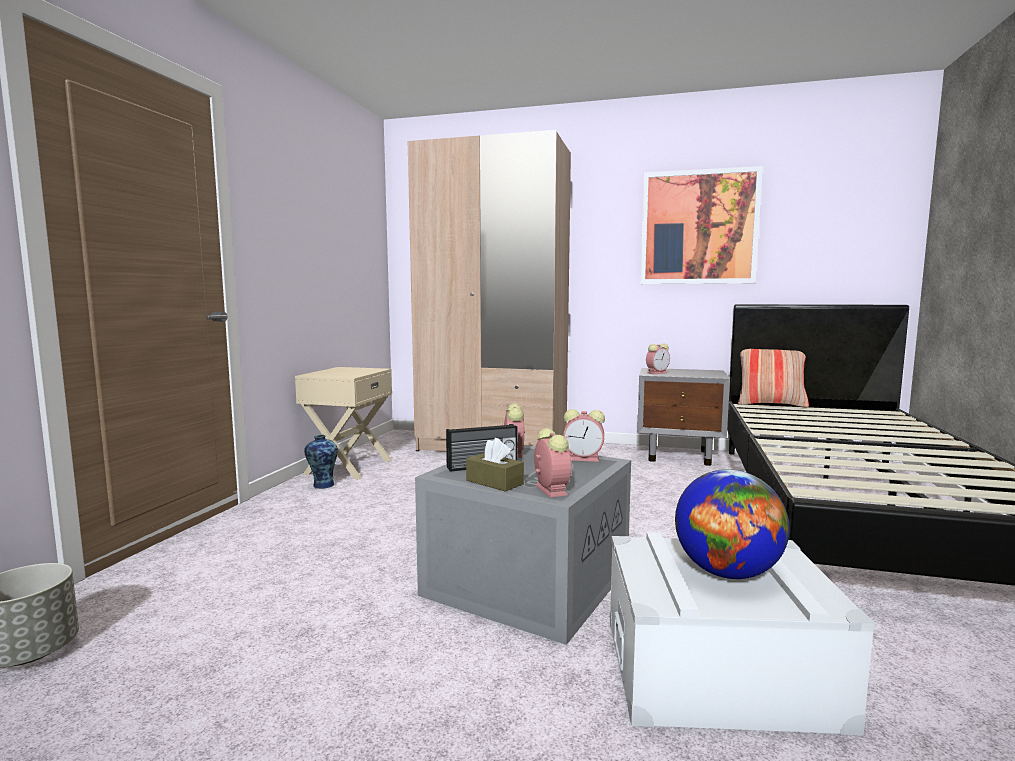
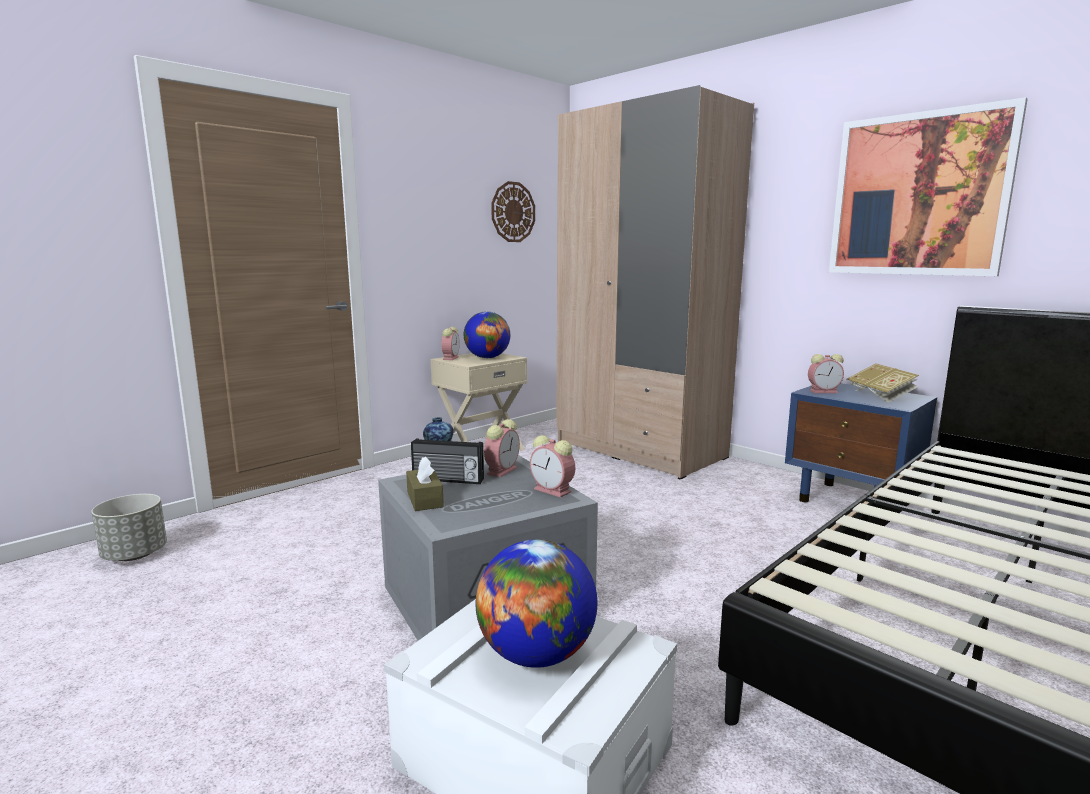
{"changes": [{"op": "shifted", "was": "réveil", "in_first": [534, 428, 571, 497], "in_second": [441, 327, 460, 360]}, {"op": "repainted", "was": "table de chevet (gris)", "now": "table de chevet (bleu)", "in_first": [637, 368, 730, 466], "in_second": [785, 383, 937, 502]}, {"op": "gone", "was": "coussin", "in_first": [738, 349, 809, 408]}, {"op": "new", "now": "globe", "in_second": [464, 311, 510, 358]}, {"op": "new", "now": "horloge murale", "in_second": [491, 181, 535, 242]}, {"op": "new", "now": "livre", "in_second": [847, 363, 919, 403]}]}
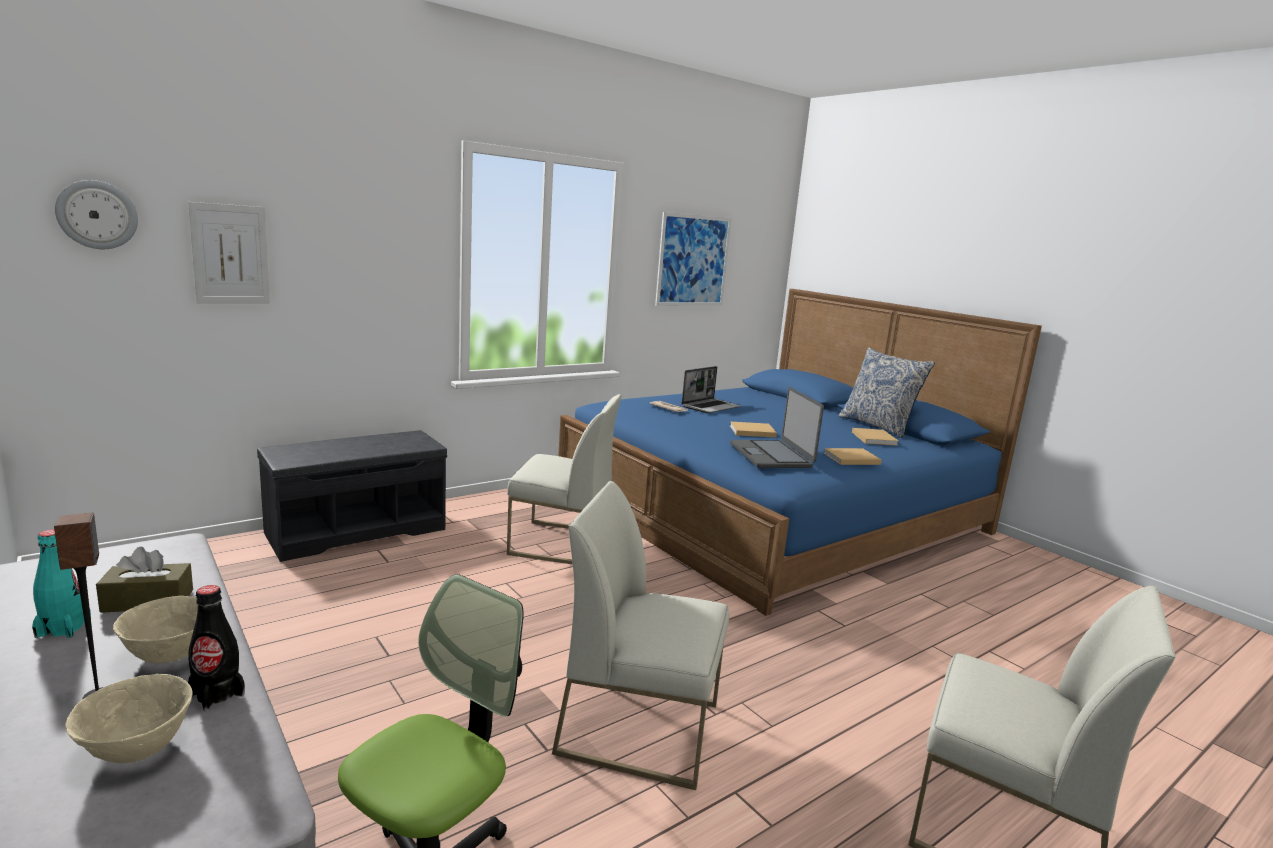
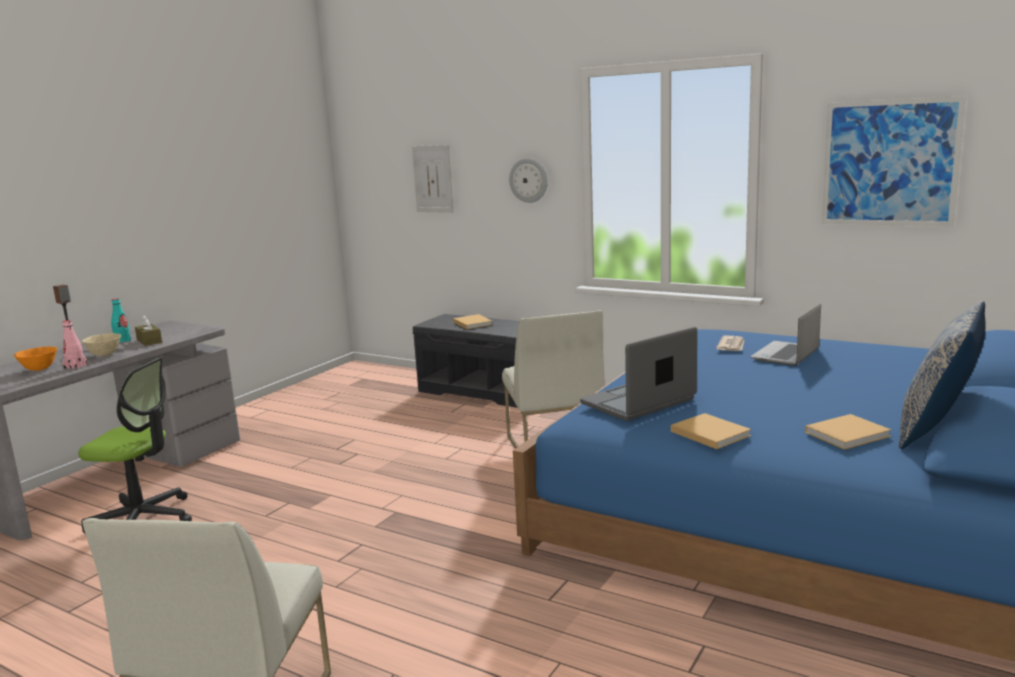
{"changes": [{"op": "shifted", "was": "horloge murale", "in_first": [55, 180, 138, 249], "in_second": [509, 158, 548, 203]}, {"op": "repainted", "was": "bol (beige)", "now": "bol (orange)", "in_first": [65, 674, 192, 763], "in_second": [14, 346, 57, 371]}, {"op": "repainted", "was": "bouteille (noir)", "now": "bouteille (rose)", "in_first": [188, 585, 245, 711], "in_second": [62, 320, 87, 370]}, {"op": "gone", "was": "chaise (blanc)", "in_first": [552, 481, 729, 790]}, {"op": "rotated", "was": "ordinateur portable", "in_first": [682, 366, 741, 413], "in_second": [751, 304, 821, 366], "clockwise": 105}, {"op": "shifted", "was": "livre (beige)", "in_first": [730, 421, 777, 437], "in_second": [453, 314, 493, 329]}]}
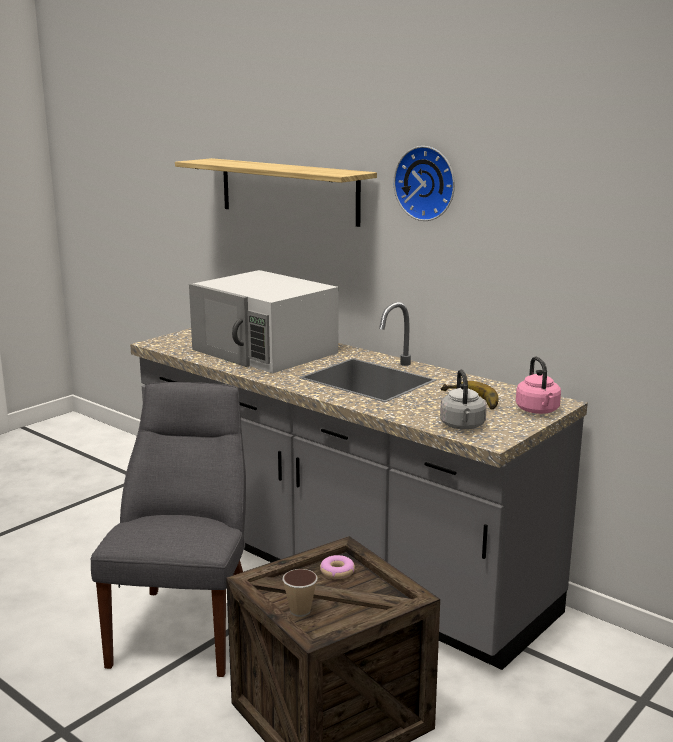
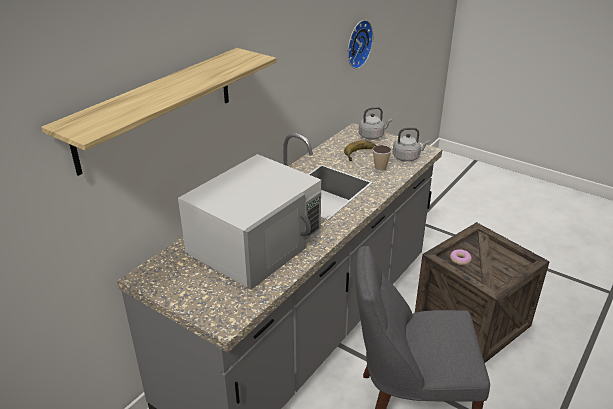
{"changes": [{"op": "shifted", "was": "tasse", "in_first": [282, 569, 317, 617], "in_second": [372, 145, 392, 171]}, {"op": "shifted", "was": "horloge murale", "in_first": [393, 146, 455, 221], "in_second": [348, 20, 373, 69]}, {"op": "repainted", "was": "bouilloire (rose)", "now": "bouilloire (gris)", "in_first": [516, 356, 561, 414], "in_second": [359, 107, 392, 139]}]}
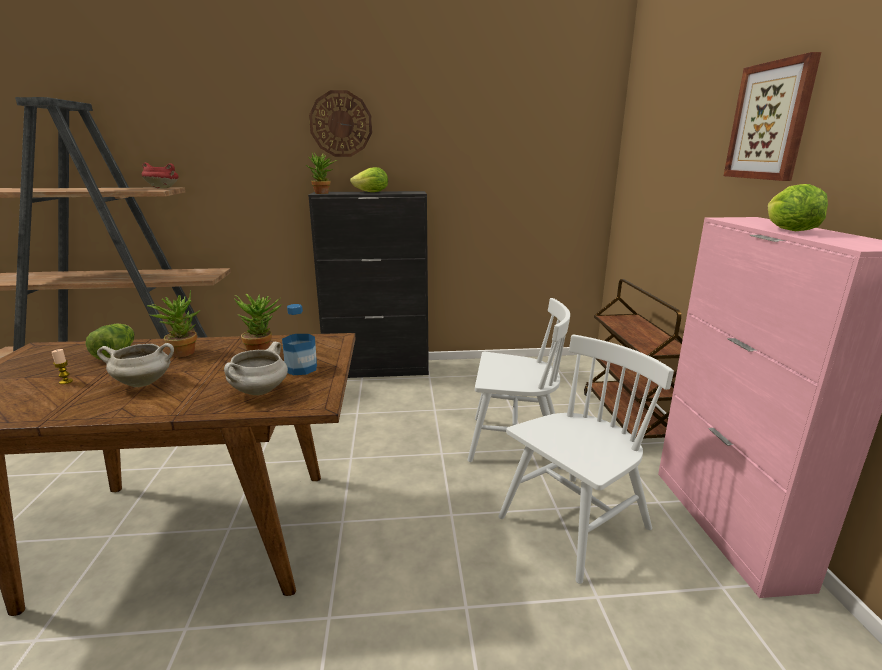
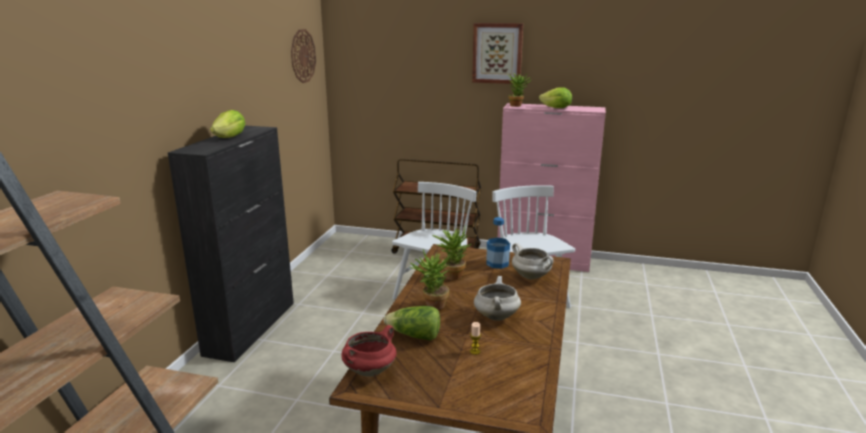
{"changes": [{"op": "shifted", "was": "marmite (rouge)", "in_first": [142, 163, 179, 189], "in_second": [341, 325, 396, 377]}, {"op": "shifted", "was": "plante en pot", "in_first": [306, 153, 337, 194], "in_second": [507, 73, 531, 107]}, {"op": "shifted", "was": "horloge murale", "in_first": [309, 90, 372, 157], "in_second": [291, 29, 316, 83]}]}
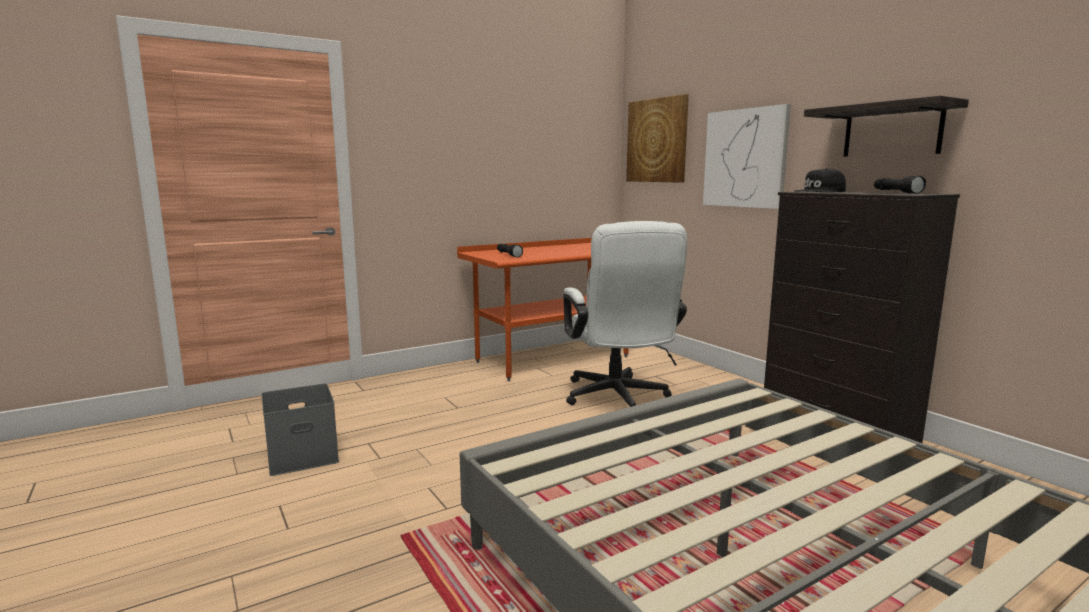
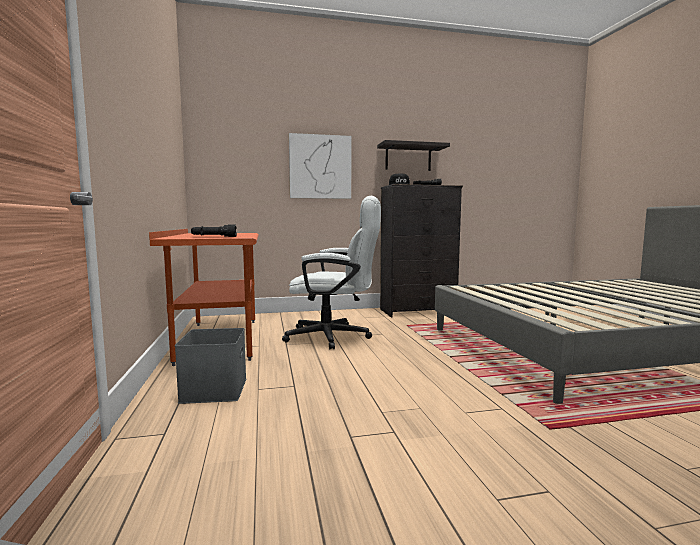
{"changes": [{"op": "shifted", "was": "boîte de rangement (gris)", "in_first": [262, 383, 339, 476], "in_second": [175, 328, 247, 404]}, {"op": "gone", "was": "tableau", "in_first": [626, 94, 689, 183]}]}
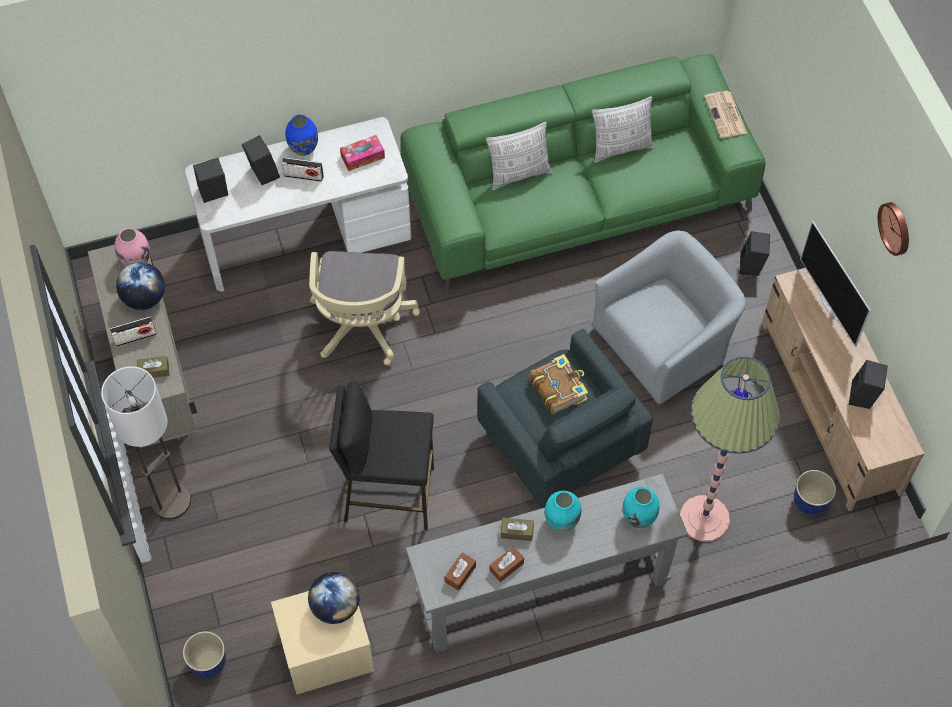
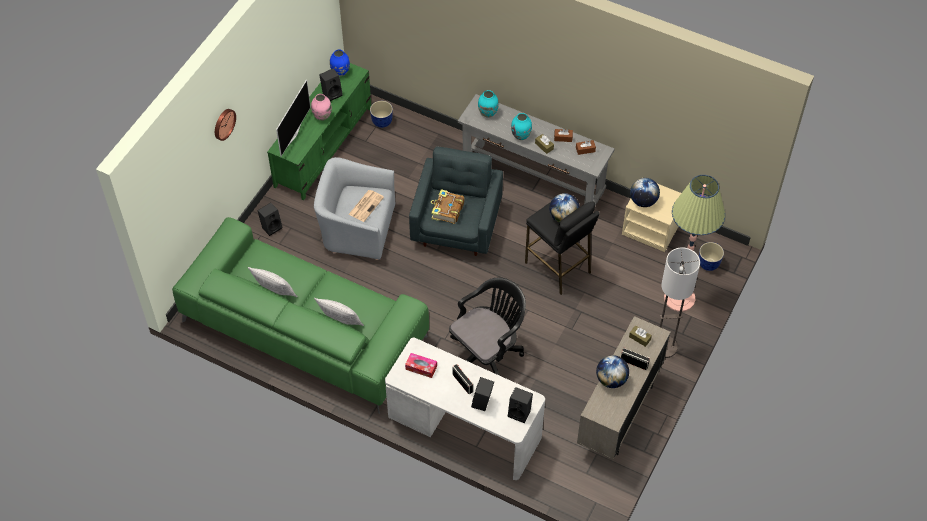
{"changes": [{"op": "shifted", "was": "vase (rose)", "in_first": [115, 228, 150, 266], "in_second": [311, 94, 332, 121]}, {"op": "shifted", "was": "vase (bleu)", "in_first": [286, 115, 318, 156], "in_second": [330, 49, 350, 76]}, {"op": "repainted", "was": "chaise de bureau (beige)", "now": "chaise de bureau (noir)", "in_first": [309, 251, 420, 365], "in_second": [449, 278, 526, 376]}, {"op": "shifted", "was": "lampadaire", "in_first": [680, 356, 780, 542], "in_second": [664, 175, 725, 312]}, {"op": "shifted", "was": "journal", "in_first": [704, 91, 747, 138], "in_second": [348, 190, 384, 222]}, {"op": "repainted", "was": "meuble télé (beige)", "now": "meuble télé (vert)", "in_first": [762, 268, 925, 511], "in_second": [267, 63, 371, 201]}, {"op": "shifted", "was": "horloge murale", "in_first": [878, 202, 909, 256], "in_second": [215, 109, 236, 141]}, {"op": "new", "now": "globe", "in_second": [549, 193, 580, 223]}]}
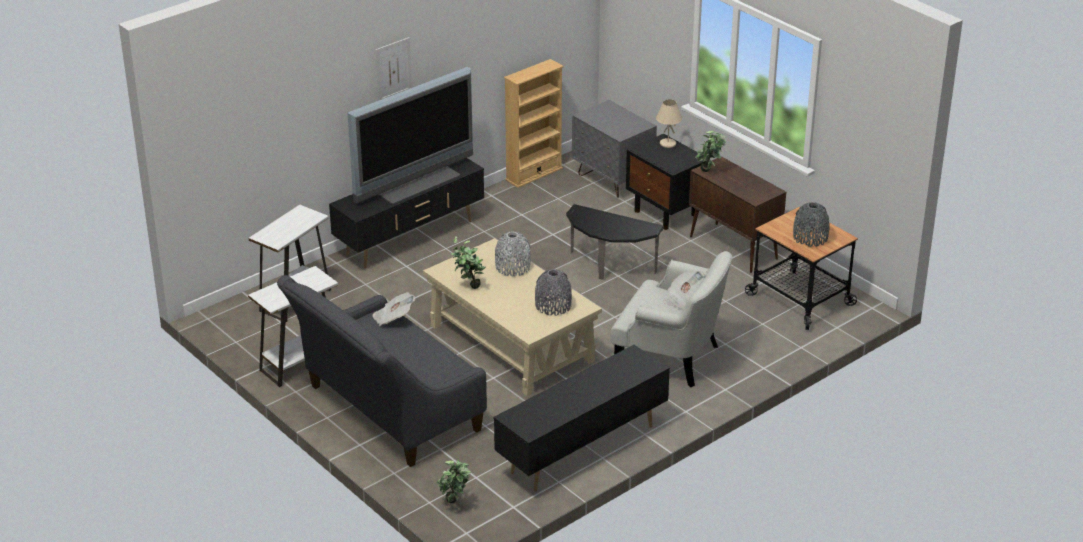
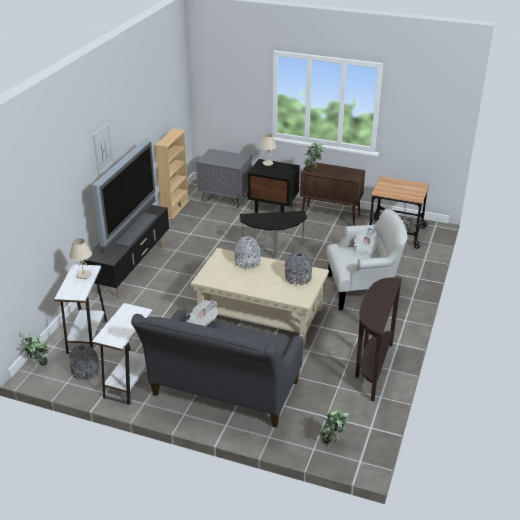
{"changes": [{"op": "shifted", "was": "plante en pot", "in_first": [451, 236, 486, 289], "in_second": [19, 332, 50, 366]}, {"op": "swapped", "was": "meuble télé (noir)", "now": "table console (marron)", "in_first": [494, 345, 670, 492], "in_second": [355, 277, 402, 401]}, {"op": "shifted", "was": "vase (gris)", "in_first": [793, 202, 830, 247], "in_second": [69, 344, 100, 379]}, {"op": "new", "now": "lampe de table (beige)", "in_second": [69, 238, 92, 279]}]}
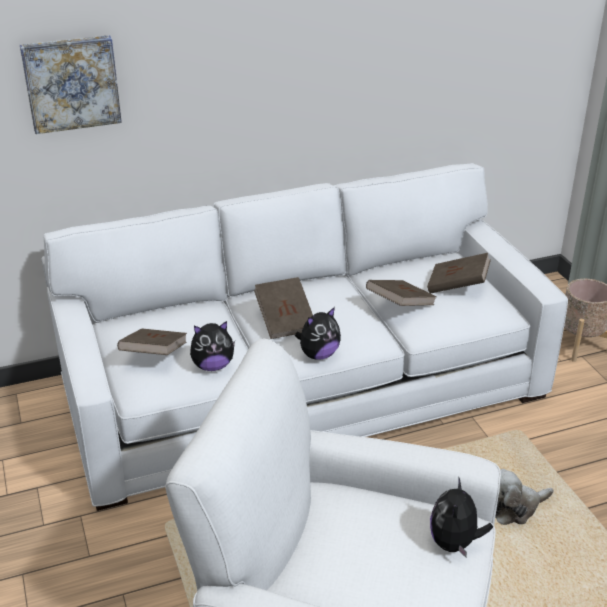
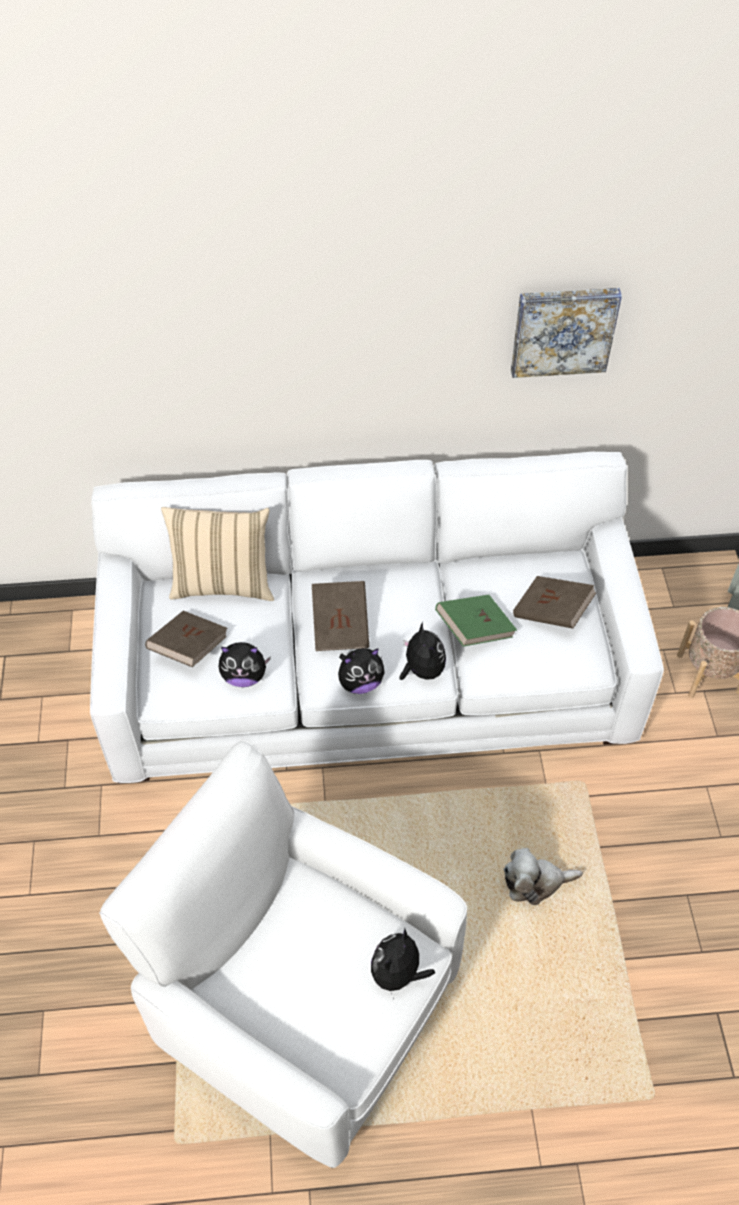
{"changes": [{"op": "shifted", "was": "tableau", "in_first": [20, 35, 122, 134], "in_second": [511, 288, 622, 378]}, {"op": "repainted", "was": "livre (marron)", "now": "livre (vert)", "in_first": [366, 280, 437, 306], "in_second": [435, 595, 517, 647]}, {"op": "new", "now": "coussin (beige)", "in_second": [161, 507, 274, 601]}, {"op": "new", "now": "peluche", "in_second": [399, 622, 446, 680]}]}
